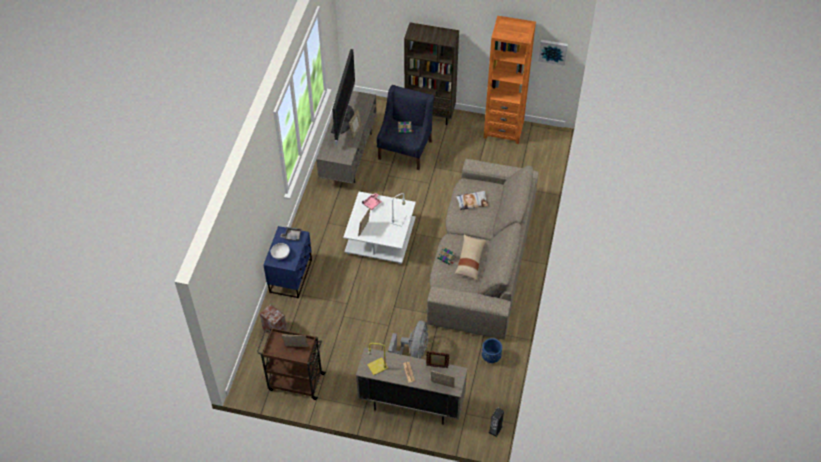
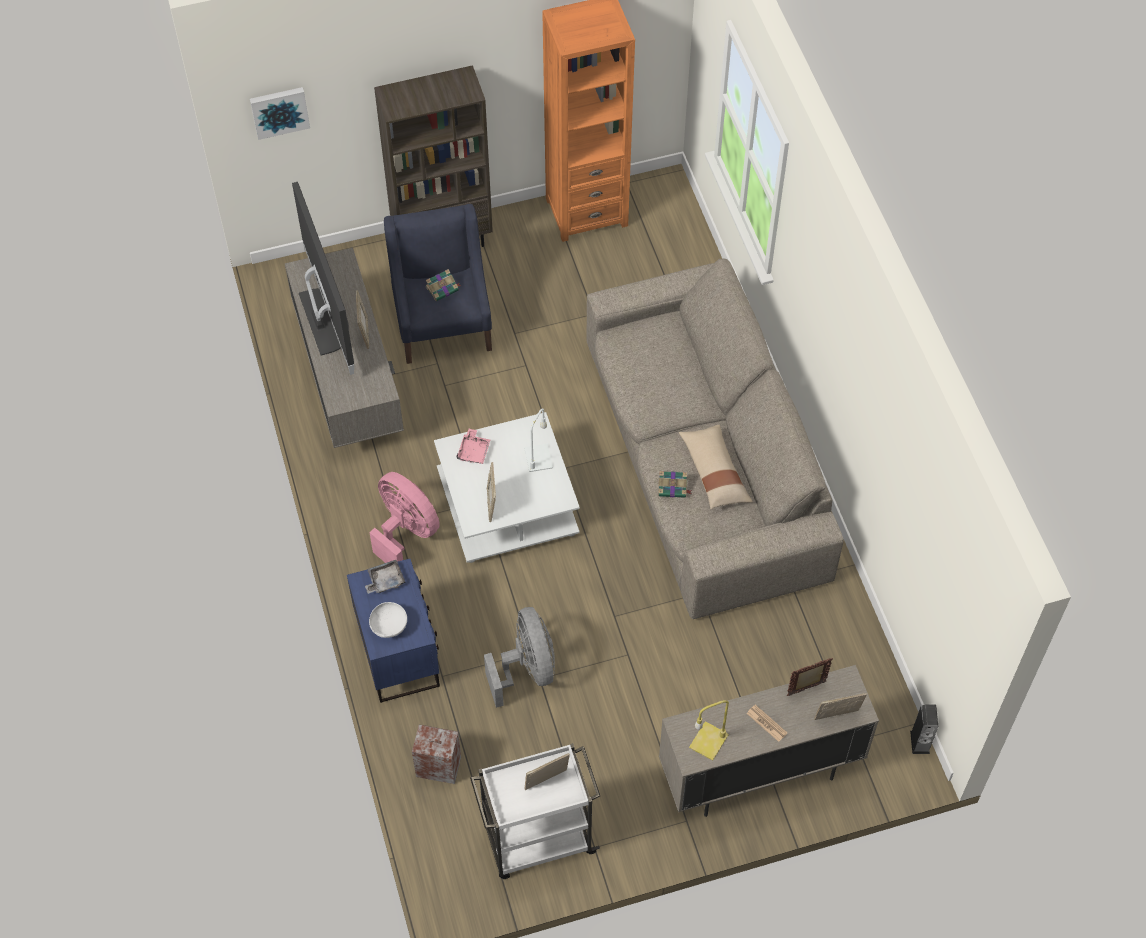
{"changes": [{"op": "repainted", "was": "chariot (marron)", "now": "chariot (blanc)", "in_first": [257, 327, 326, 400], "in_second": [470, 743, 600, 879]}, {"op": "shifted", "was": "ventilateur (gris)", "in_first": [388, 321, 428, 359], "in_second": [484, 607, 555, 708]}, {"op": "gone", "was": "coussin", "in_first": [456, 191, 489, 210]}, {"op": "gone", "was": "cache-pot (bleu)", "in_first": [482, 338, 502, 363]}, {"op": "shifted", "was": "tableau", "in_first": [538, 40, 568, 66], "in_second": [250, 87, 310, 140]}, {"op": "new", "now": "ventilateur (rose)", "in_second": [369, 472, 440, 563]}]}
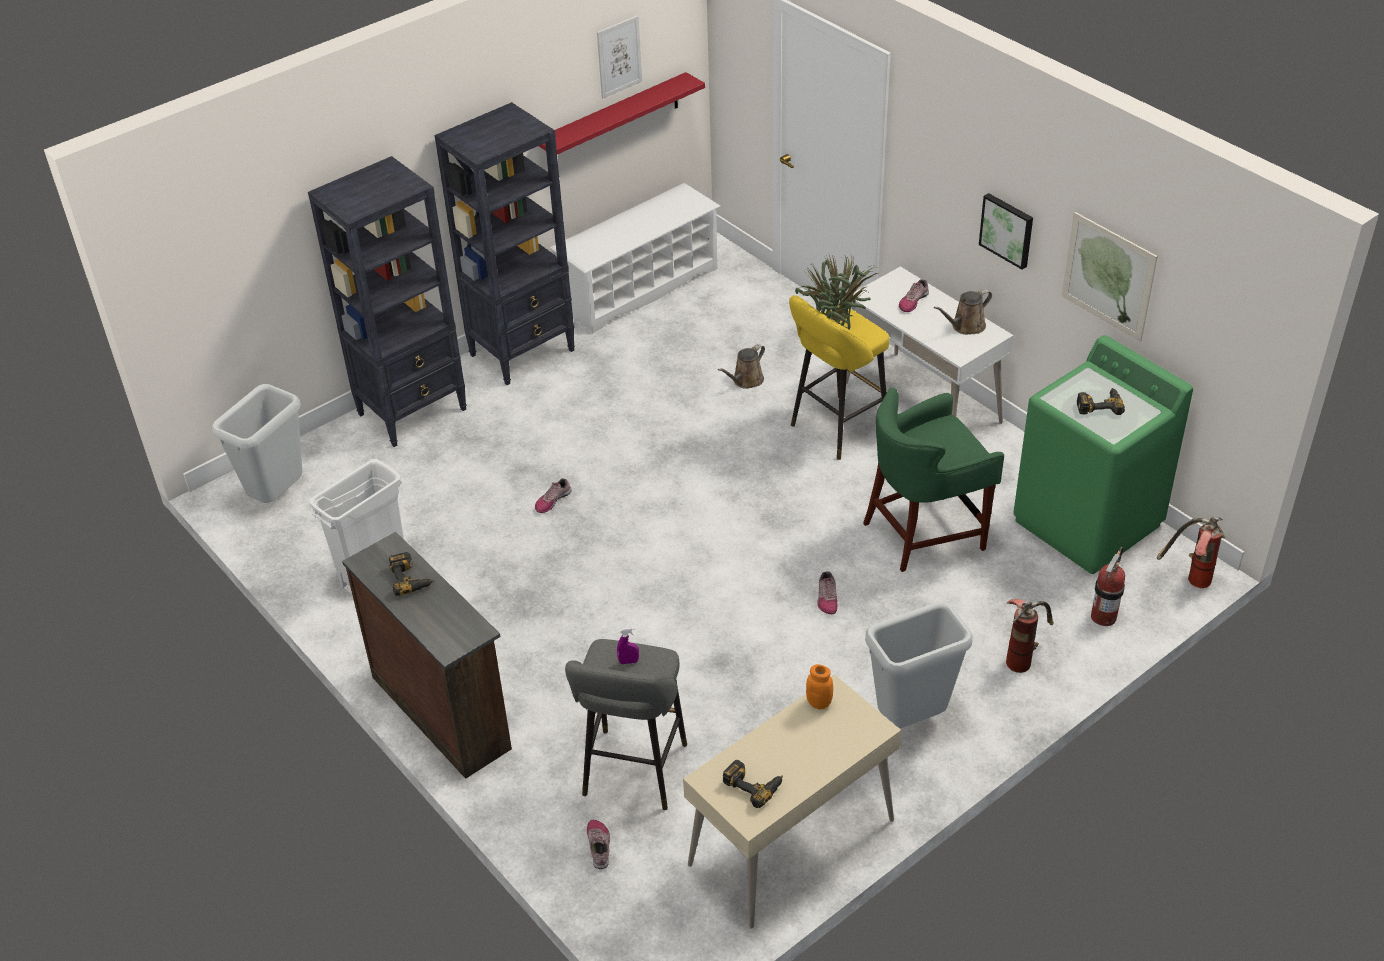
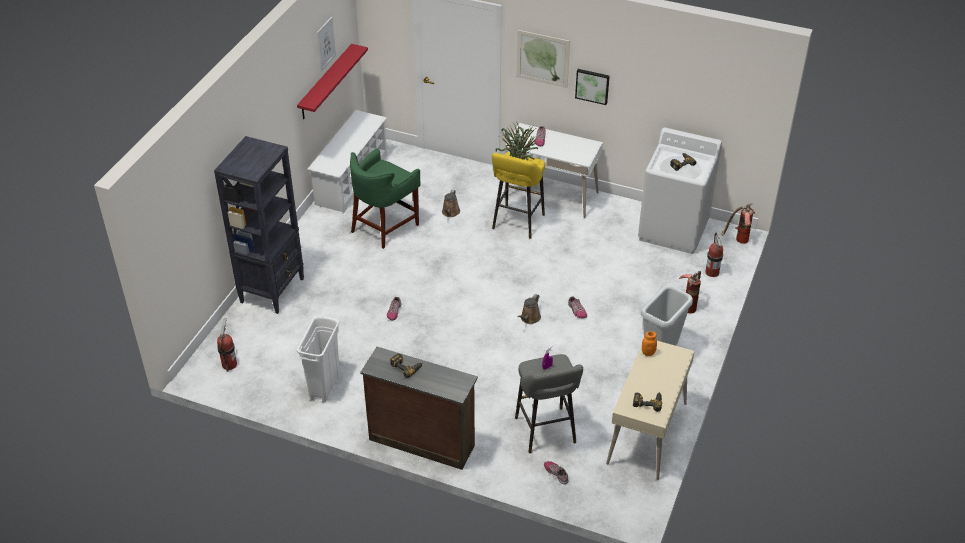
{"changes": [{"op": "swapped", "was": "poubelle (gris)", "now": "extincteur", "in_first": [212, 384, 302, 503], "in_second": [217, 318, 237, 372]}, {"op": "gone", "was": "bibliothèque (noir)", "in_first": [434, 102, 575, 385]}, {"op": "shifted", "was": "tabouret (vert)", "in_first": [863, 388, 1004, 572], "in_second": [350, 149, 421, 249]}, {"op": "shifted", "was": "arrosoir (marron)", "in_first": [934, 289, 992, 335], "in_second": [517, 294, 541, 324]}, {"op": "repainted", "was": "lave-linge (vert)", "now": "lave-linge (blanc)", "in_first": [1013, 335, 1193, 574], "in_second": [638, 128, 722, 254]}, {"op": "shifted", "was": "tableau", "in_first": [1062, 212, 1158, 341], "in_second": [516, 30, 570, 88]}]}
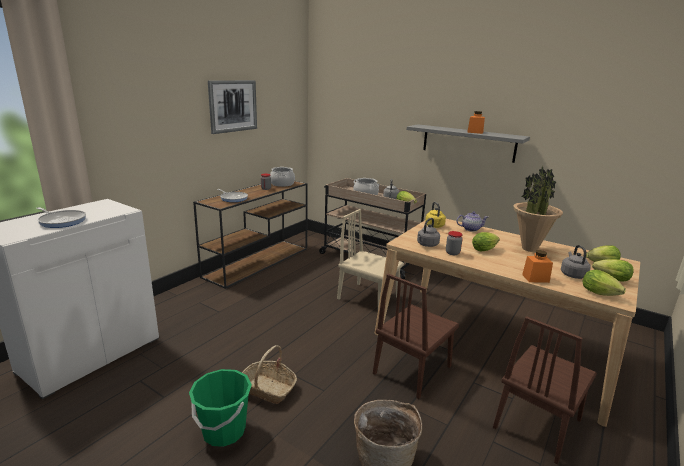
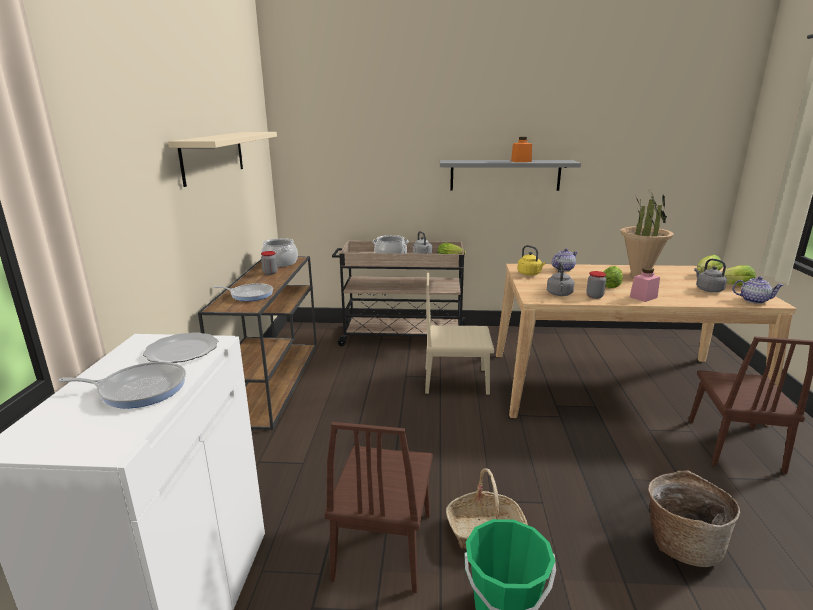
{"changes": [{"op": "swapped", "was": "tableau", "now": "étagère (beige)", "in_first": [208, 80, 257, 134], "in_second": [168, 132, 277, 187]}, {"op": "shifted", "was": "chaise (marron)", "in_first": [373, 274, 459, 399], "in_second": [324, 422, 433, 593]}, {"op": "gone", "was": "bocal (orange)", "in_first": [522, 250, 553, 283]}, {"op": "swapped", "was": "laitue", "now": "théière", "in_first": [582, 270, 626, 296], "in_second": [732, 276, 784, 304]}, {"op": "new", "now": "assiette", "in_second": [143, 332, 218, 363]}, {"op": "new", "now": "bocal (rose)", "in_second": [630, 267, 660, 302]}]}
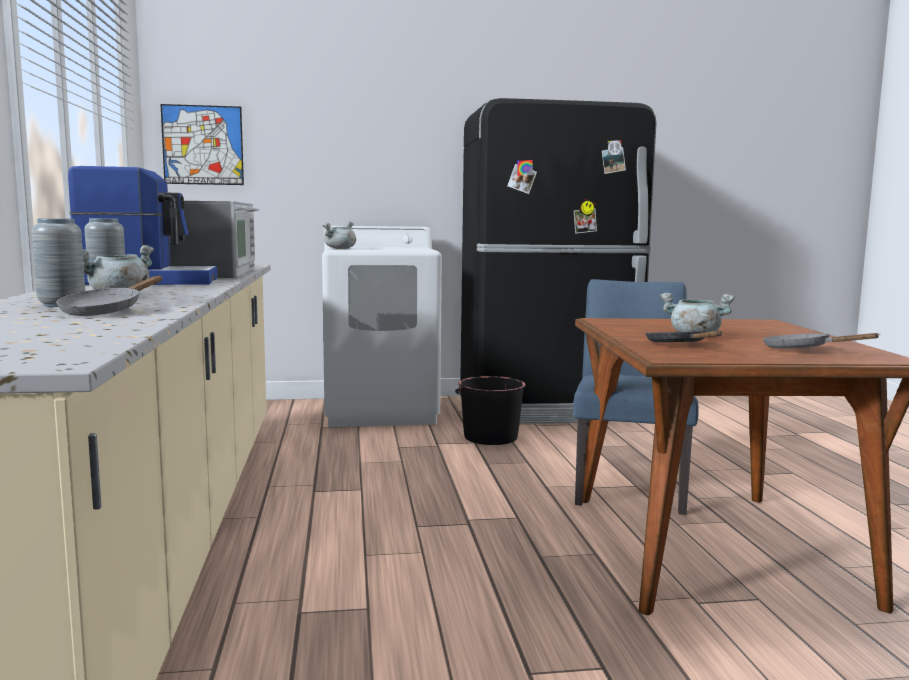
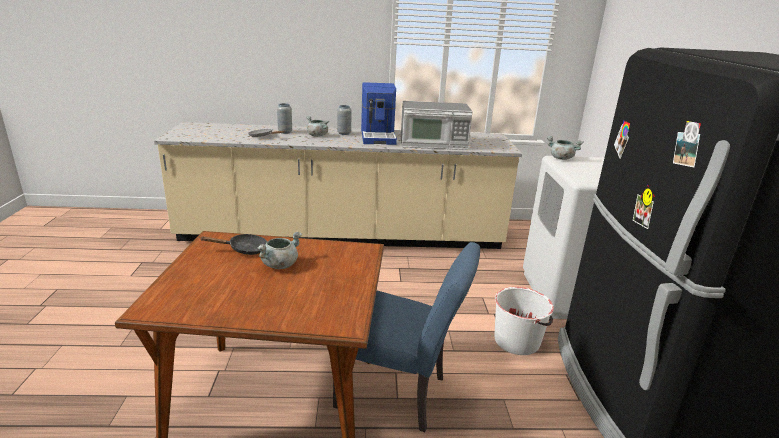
{"changes": [{"op": "gone", "was": "tableau", "in_first": [161, 104, 244, 185]}, {"op": "repainted", "was": "seau (noir)", "now": "seau (blanc)", "in_first": [455, 376, 526, 445], "in_second": [495, 287, 554, 355]}, {"op": "gone", "was": "poêle (gris)", "in_first": [763, 333, 880, 349]}]}
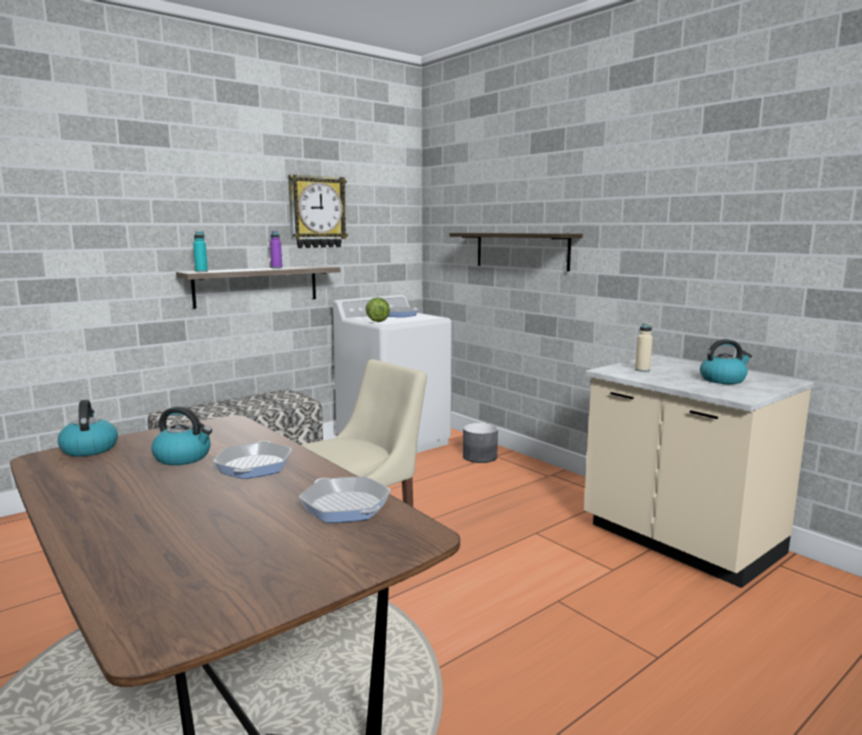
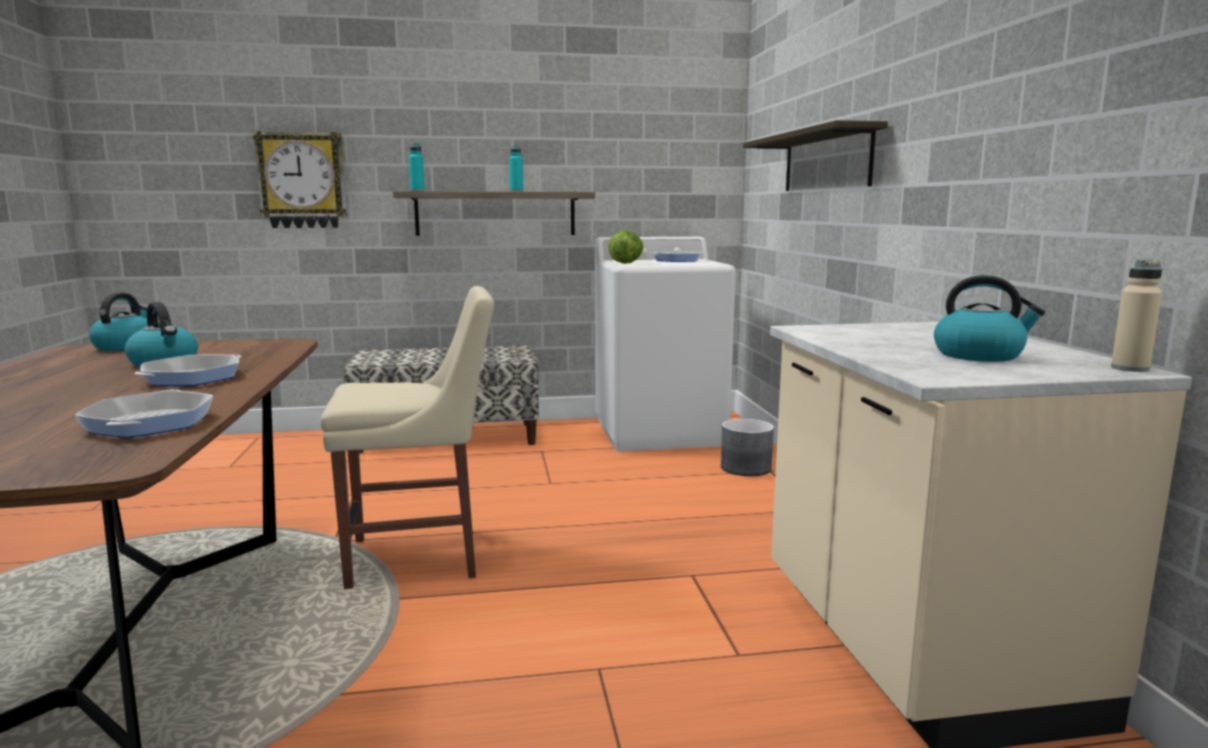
{"changes": [{"op": "repainted", "was": "bouteille (violet)", "now": "bouteille (turquoise)", "in_first": [270, 231, 282, 268], "in_second": [509, 145, 523, 192]}, {"op": "shifted", "was": "horloge murale", "in_first": [288, 175, 348, 248], "in_second": [253, 131, 347, 228]}, {"op": "shifted", "was": "bouteille (beige)", "in_first": [635, 322, 653, 372], "in_second": [1111, 259, 1162, 372]}]}
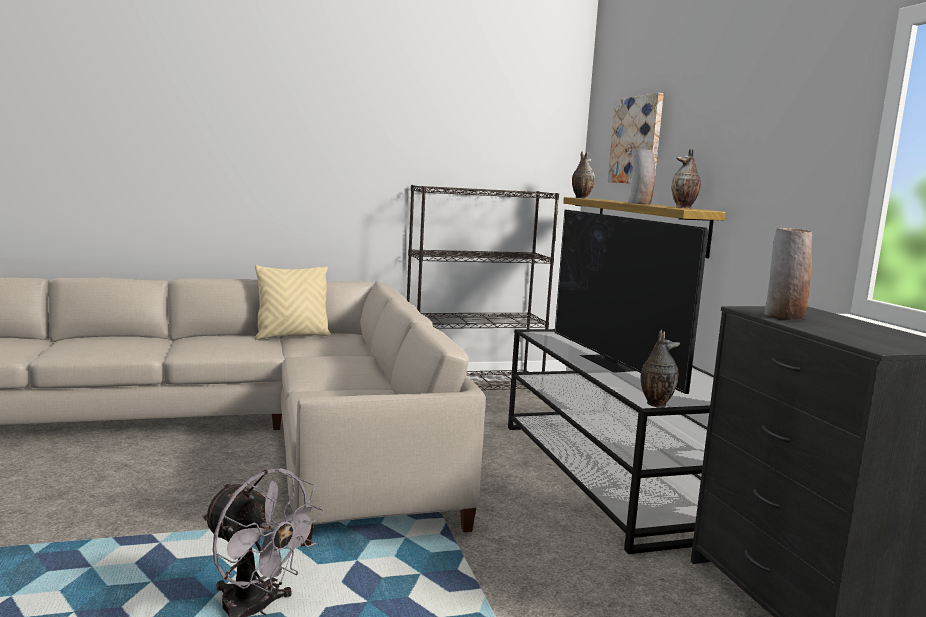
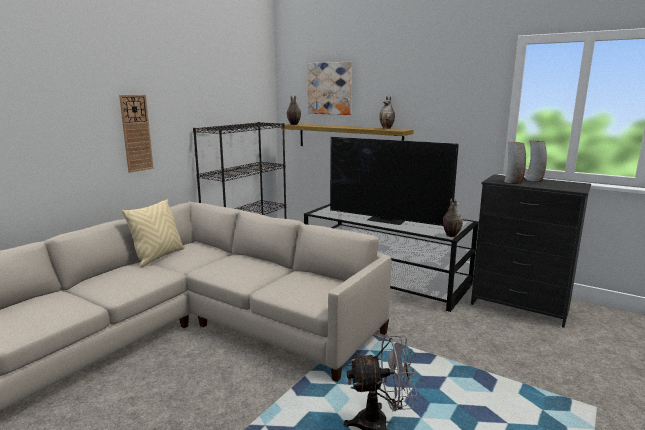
{"changes": [{"op": "shifted", "was": "vase", "in_first": [628, 149, 655, 204], "in_second": [526, 141, 547, 181]}, {"op": "new", "now": "horloge murale", "in_second": [119, 95, 154, 173]}]}
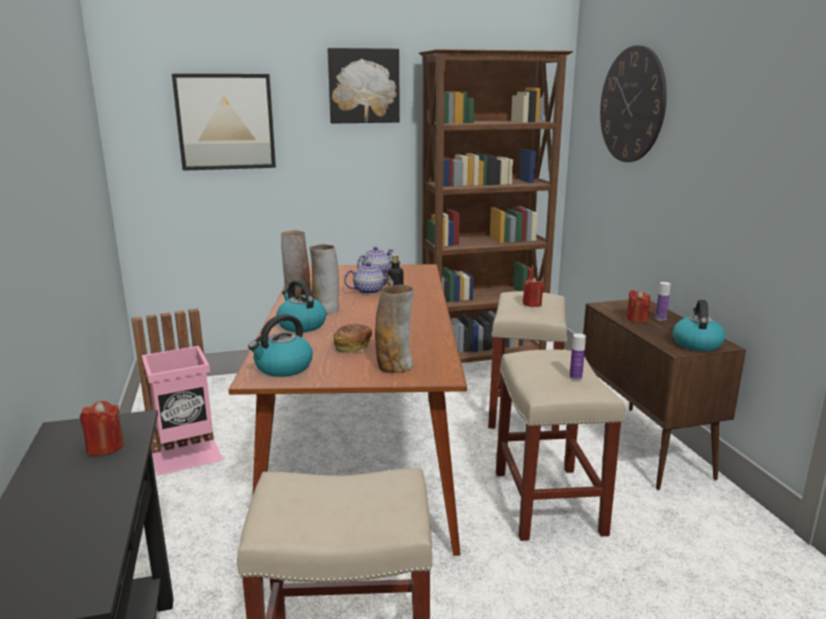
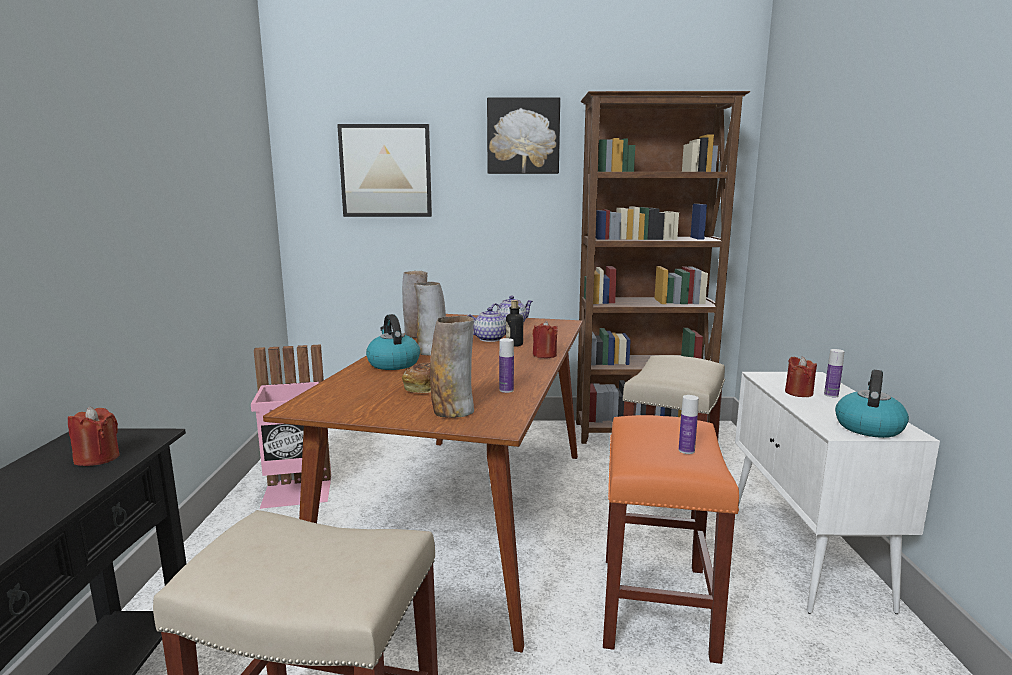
{"changes": [{"op": "gone", "was": "bouilloire", "in_first": [248, 314, 313, 377]}, {"op": "repainted", "was": "tabouret (beige)", "now": "tabouret (orange)", "in_first": [496, 349, 624, 541], "in_second": [603, 415, 739, 664]}, {"op": "shifted", "was": "bougie (rouge)", "in_first": [523, 278, 544, 307], "in_second": [533, 321, 558, 358]}, {"op": "repainted", "was": "meuble de rangement (marron)", "now": "meuble de rangement (blanc)", "in_first": [583, 300, 746, 490], "in_second": [735, 372, 940, 614]}, {"op": "gone", "was": "horloge murale", "in_first": [600, 45, 667, 162]}, {"op": "new", "now": "bouteille", "in_second": [499, 338, 514, 393]}]}
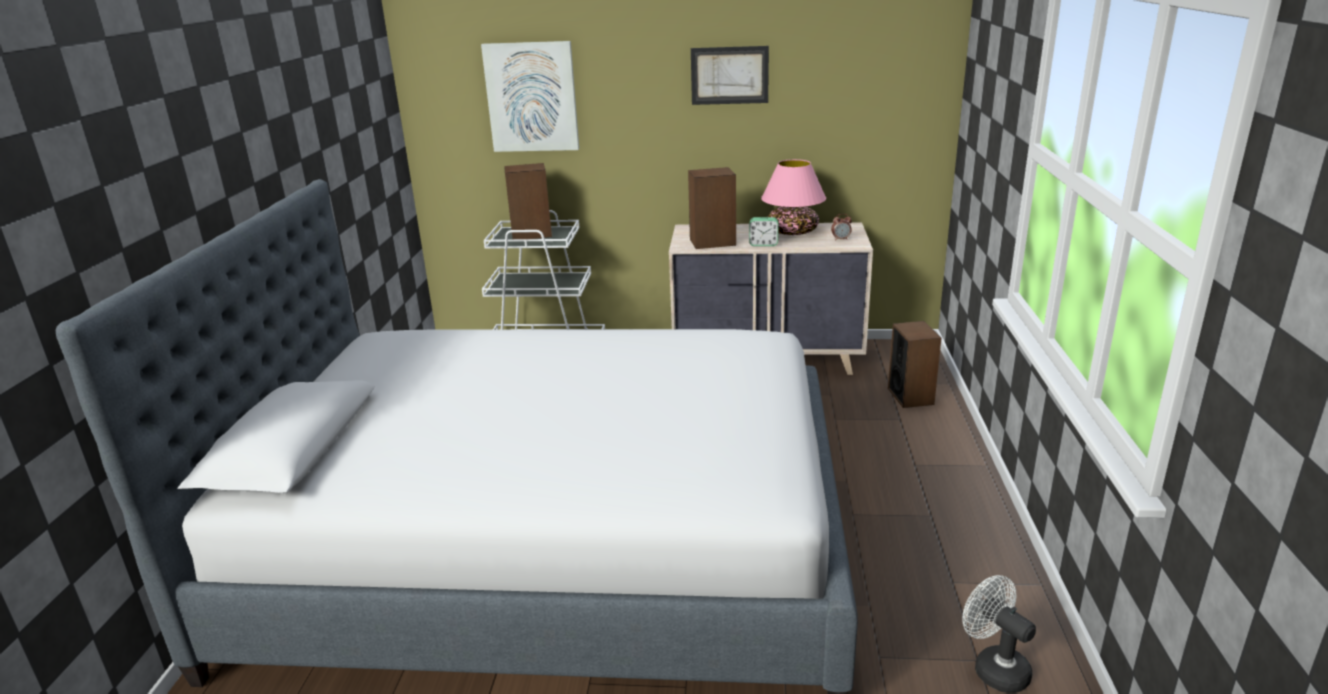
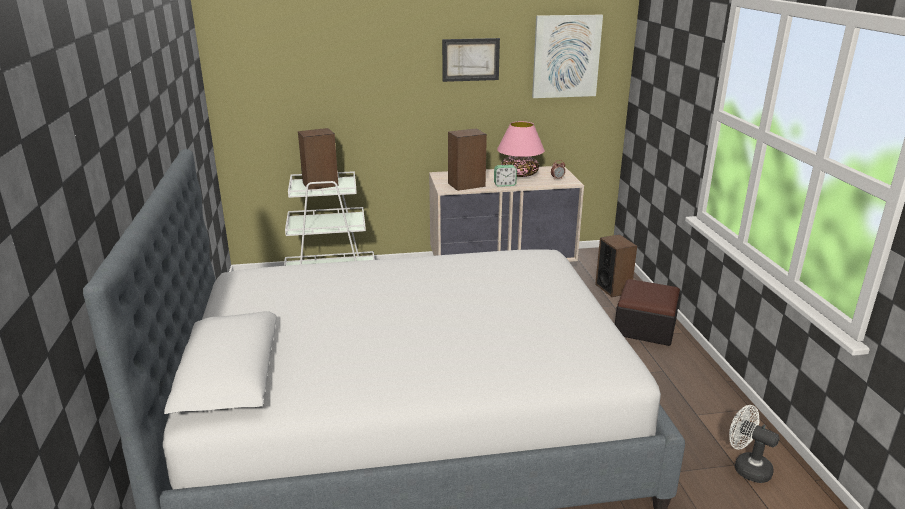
{"changes": [{"op": "shifted", "was": "tableau", "in_first": [481, 41, 579, 152], "in_second": [532, 15, 603, 98]}, {"op": "new", "now": "pouf", "in_second": [615, 279, 680, 346]}]}
